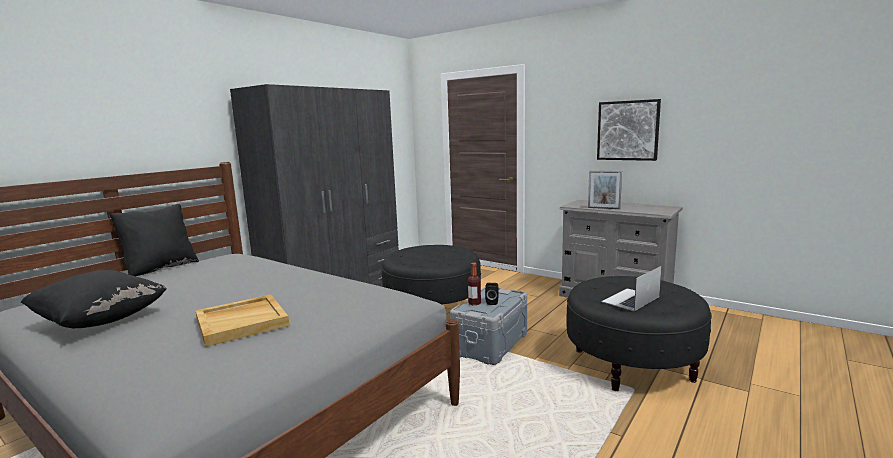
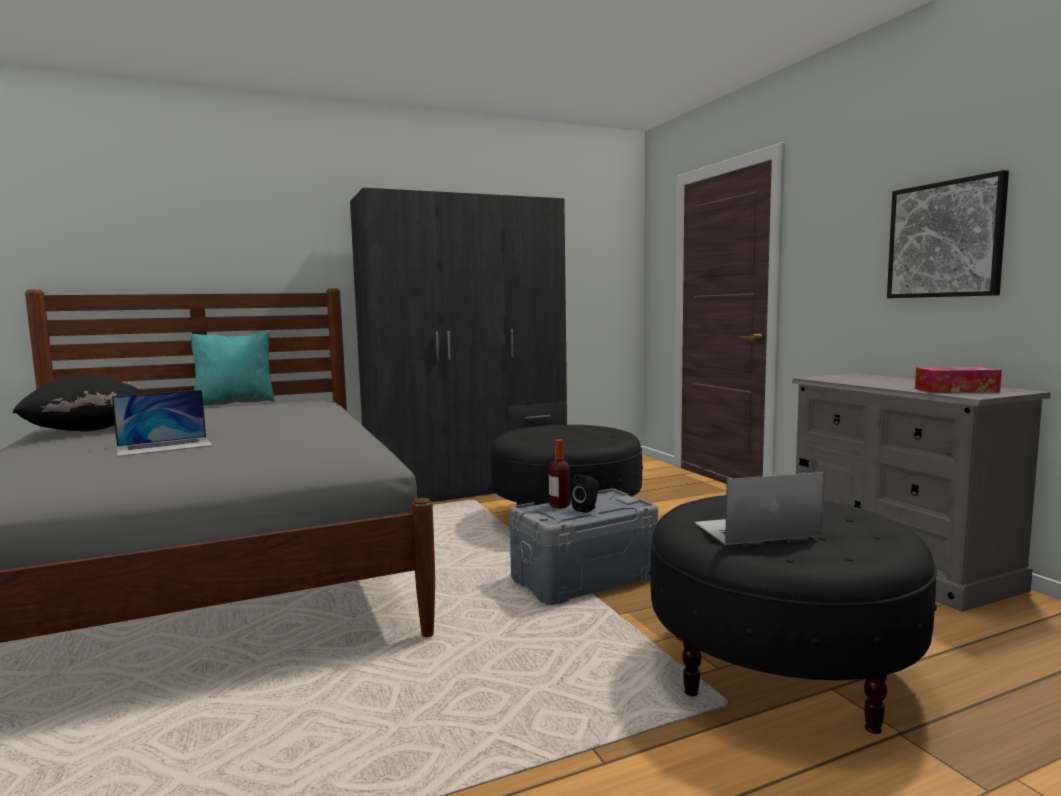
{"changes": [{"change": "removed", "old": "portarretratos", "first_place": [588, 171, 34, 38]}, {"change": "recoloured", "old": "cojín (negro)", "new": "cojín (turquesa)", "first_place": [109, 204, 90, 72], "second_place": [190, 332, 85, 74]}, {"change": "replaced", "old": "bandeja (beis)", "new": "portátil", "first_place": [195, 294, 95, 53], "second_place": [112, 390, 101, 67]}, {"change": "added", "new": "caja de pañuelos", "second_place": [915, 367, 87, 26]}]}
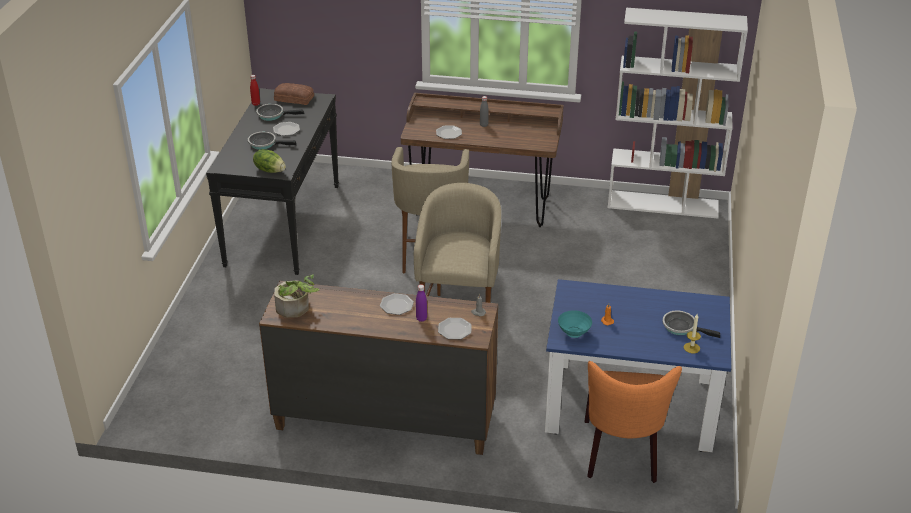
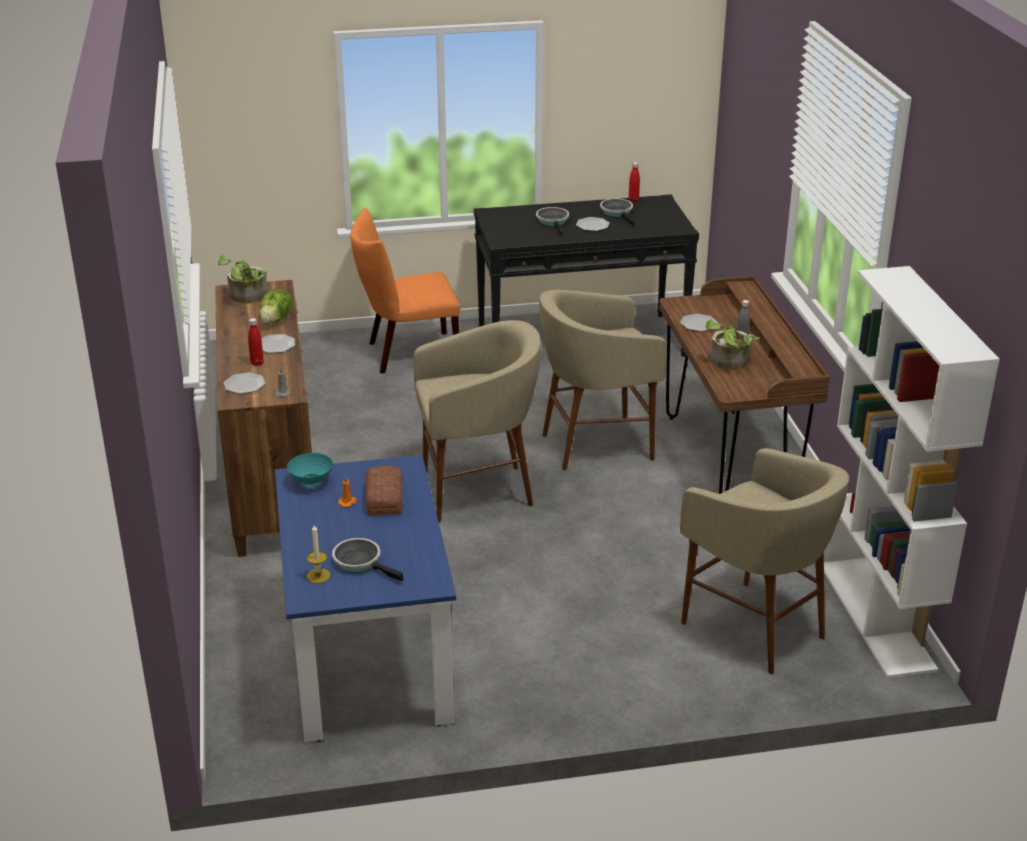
{"changes": [{"change": "moved", "old": "pan", "first_place": [274, 83, 40, 22], "second_place": [365, 466, 38, 49]}, {"change": "moved", "old": "lechuga", "first_place": [253, 149, 33, 24], "second_place": [259, 289, 33, 35]}, {"change": "recoloured", "old": "botella (morado)", "new": "botella (rojo)", "first_place": [416, 284, 11, 38], "second_place": [248, 318, 16, 48]}, {"change": "turned", "old": "sartén", "first_place": [662, 310, 58, 28], "second_place": [332, 538, 71, 44], "degrees": -60}, {"change": "moved", "old": "silla (naranja)", "first_place": [585, 361, 97, 122], "second_place": [350, 208, 110, 166]}, {"change": "added", "new": "planta en maceta", "second_place": [706, 319, 53, 51]}, {"change": "added", "new": "taburete (beis)", "second_place": [680, 448, 169, 226]}]}
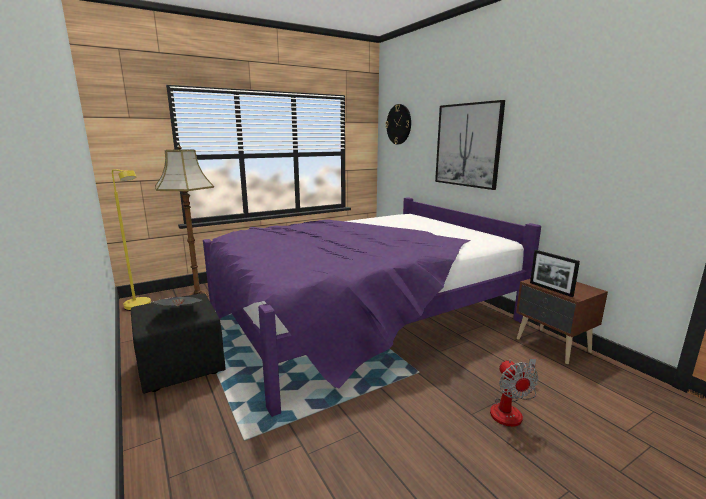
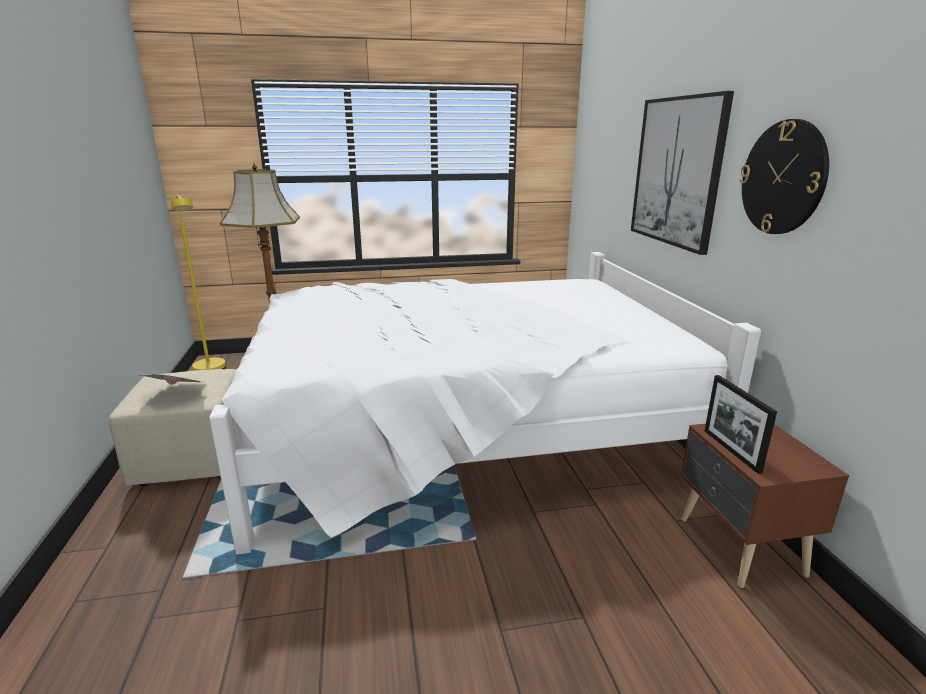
{"changes": [{"change": "moved", "old": "reloj de pared", "first_place": [386, 104, 25, 40], "second_place": [740, 119, 89, 115]}, {"change": "recoloured", "old": "cama (morado)", "new": "cama (blanco)", "first_place": [203, 197, 338, 220], "second_place": [209, 252, 552, 303]}, {"change": "recoloured", "old": "puf (negro)", "new": "puf (beis)", "first_place": [131, 293, 95, 101], "second_place": [109, 369, 127, 117]}, {"change": "removed", "old": "ventilador", "first_place": [490, 359, 48, 68]}]}
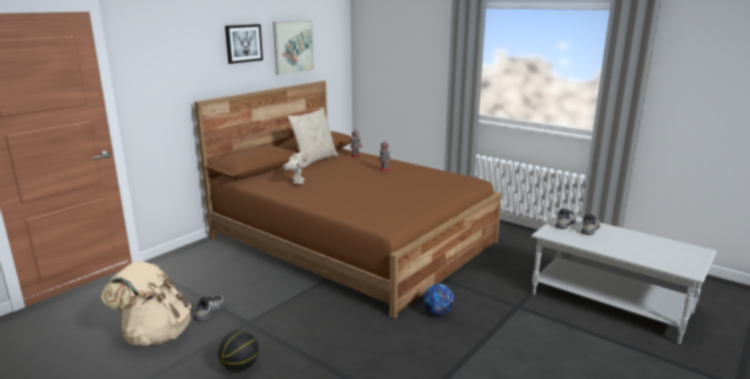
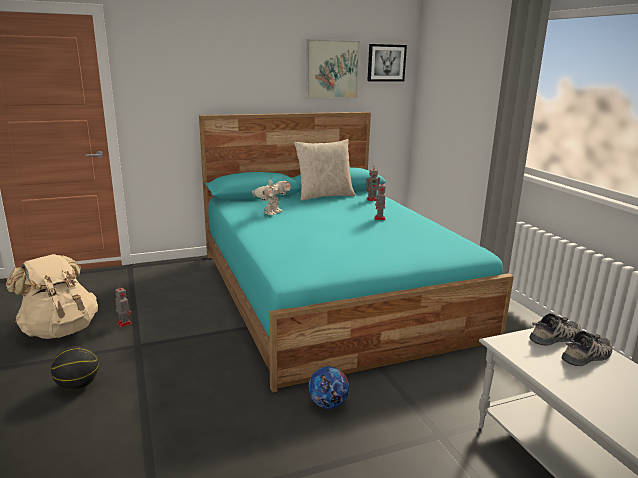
{"changes": [{"change": "moved", "old": "cuadro", "first_place": [225, 24, 38, 40], "second_place": [367, 44, 40, 38]}, {"change": "recoloured", "old": "cama (marrón)", "new": "cama (turquesa)", "first_place": [194, 81, 308, 238], "second_place": [199, 112, 315, 281]}, {"change": "replaced", "old": "zapato", "new": "robot de juguete", "first_place": [193, 295, 31, 26], "second_place": [115, 285, 17, 42]}]}
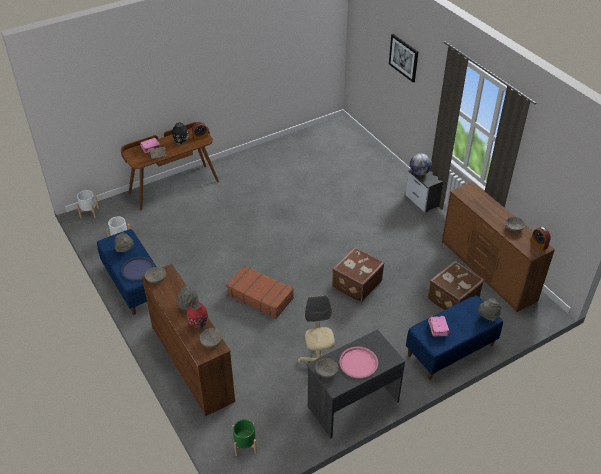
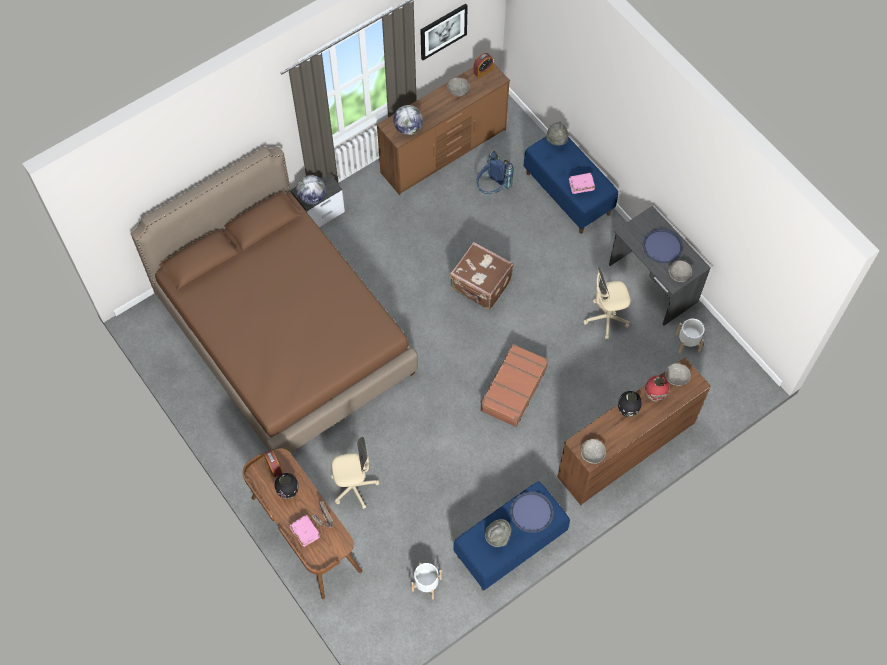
{"changes": [{"change": "moved", "old": "cuadro", "first_place": [389, 34, 29, 48], "second_place": [420, 4, 48, 56]}, {"change": "moved", "old": "maceta (blanco)", "first_place": [77, 190, 22, 28], "second_place": [676, 319, 29, 34]}, {"change": "replaced", "old": "maleta (marrón)", "new": "mochila (azul)", "first_place": [428, 261, 56, 50], "second_place": [476, 151, 38, 43]}, {"change": "replaced", "old": "sombrero (gris)", "new": "florero (negro)", "first_place": [176, 286, 23, 26], "second_place": [618, 391, 24, 26]}, {"change": "recoloured", "old": "bandeja (rosa)", "new": "bandeja (azul)", "first_place": [339, 347, 39, 31], "second_place": [643, 228, 40, 35]}, {"change": "removed", "old": "maceta (verde)", "first_place": [232, 419, 25, 37]}, {"change": "added", "new": "globo terráqueo", "second_place": [393, 105, 30, 30]}, {"change": "added", "new": "cama (marrón)", "second_place": [131, 147, 287, 306]}, {"change": "added", "new": "silla de oficina (beis)", "second_place": [331, 437, 48, 72]}]}
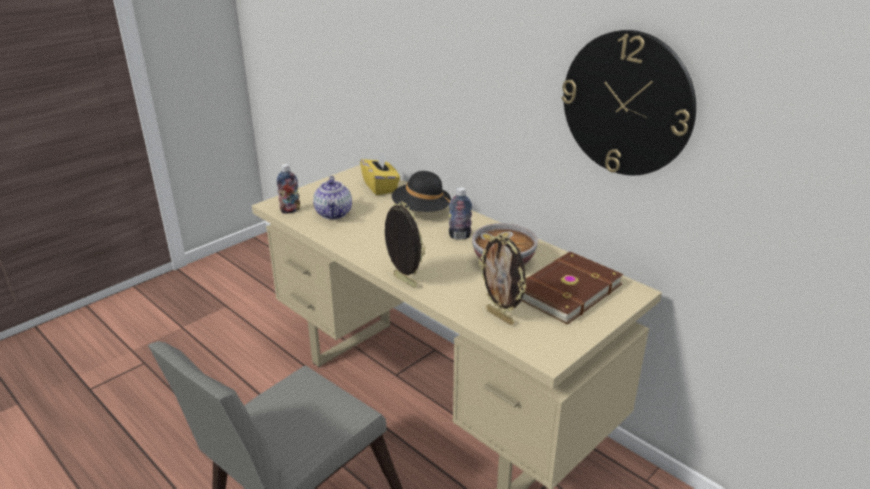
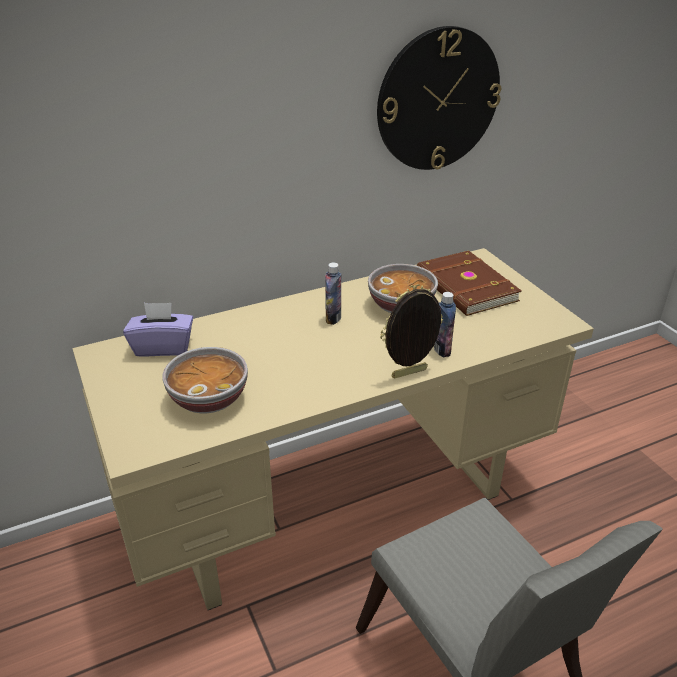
{"changes": [{"change": "recoloured", "old": "caja de pañuelos (amarillo)", "new": "caja de pañuelos (morado)", "first_place": [360, 151, 40, 44], "second_place": [123, 303, 70, 54]}, {"change": "moved", "old": "botella", "first_place": [277, 164, 23, 50], "second_place": [434, 292, 22, 65]}, {"change": "removed", "old": "sombrero (negro)", "first_place": [392, 171, 59, 41]}, {"change": "replaced", "old": "tetera", "new": "cuenco", "first_place": [313, 176, 39, 43], "second_place": [163, 347, 85, 66]}, {"change": "removed", "old": "portarretratos", "first_place": [478, 234, 49, 91]}]}
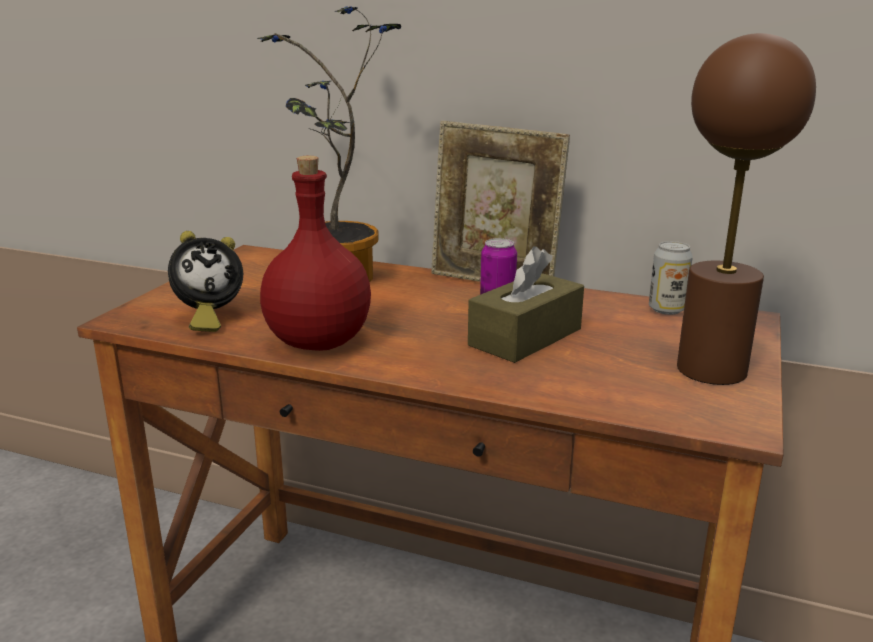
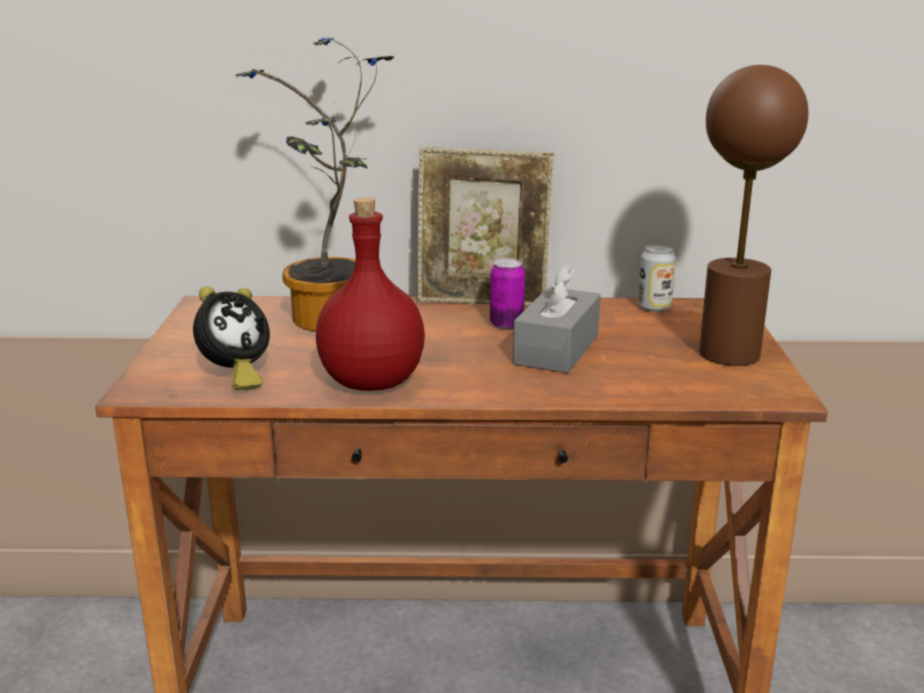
{"changes": [{"change": "recoloured", "old": "caja de pañuelos (marrón)", "new": "caja de pañuelos (gris)", "first_place": [468, 246, 116, 117], "second_place": [513, 263, 88, 110]}]}
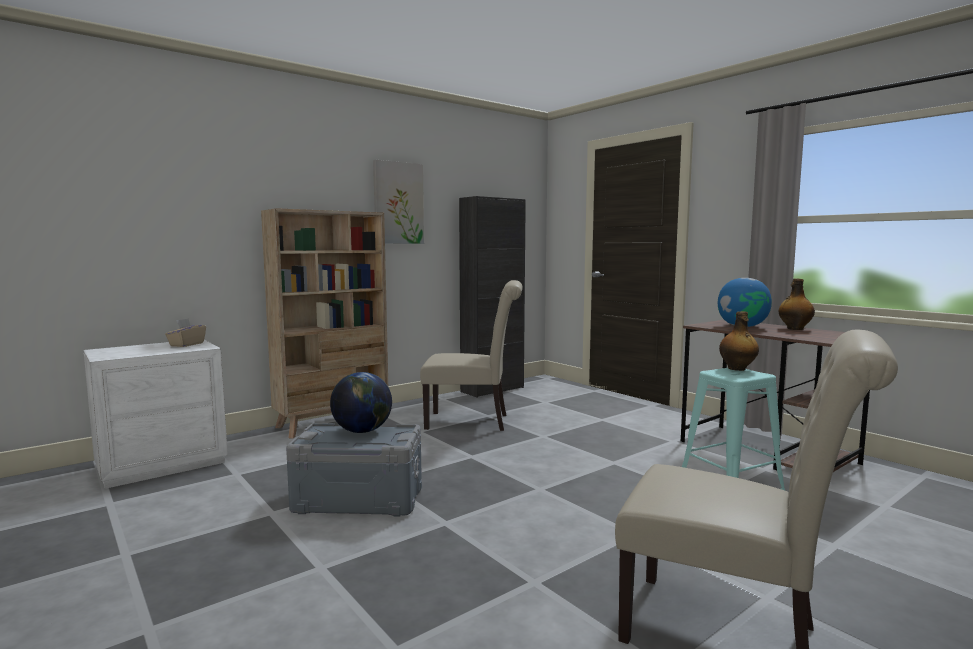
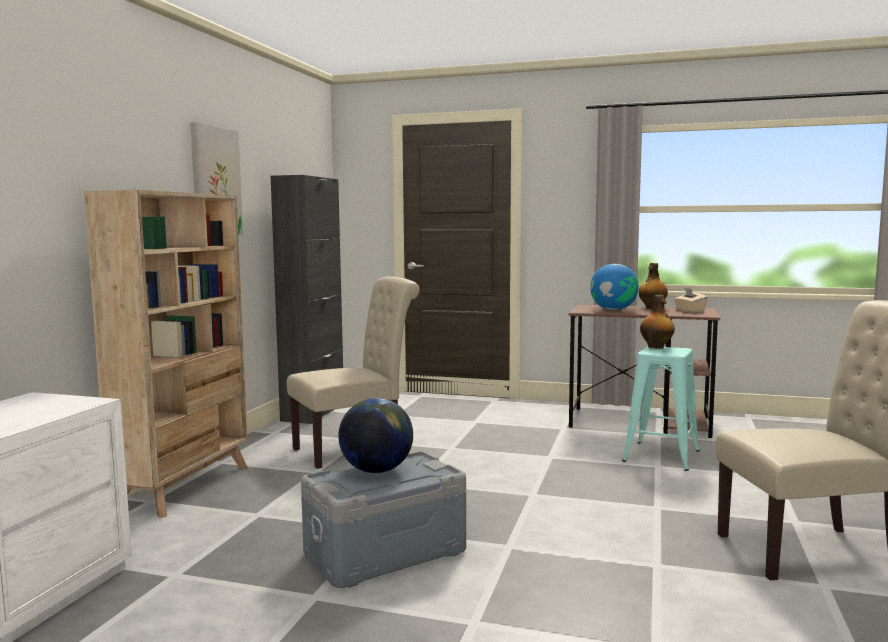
{"changes": [{"change": "moved", "old": "caja de pañuelos (beis)", "first_place": [165, 318, 41, 29], "second_place": [674, 288, 33, 25]}]}
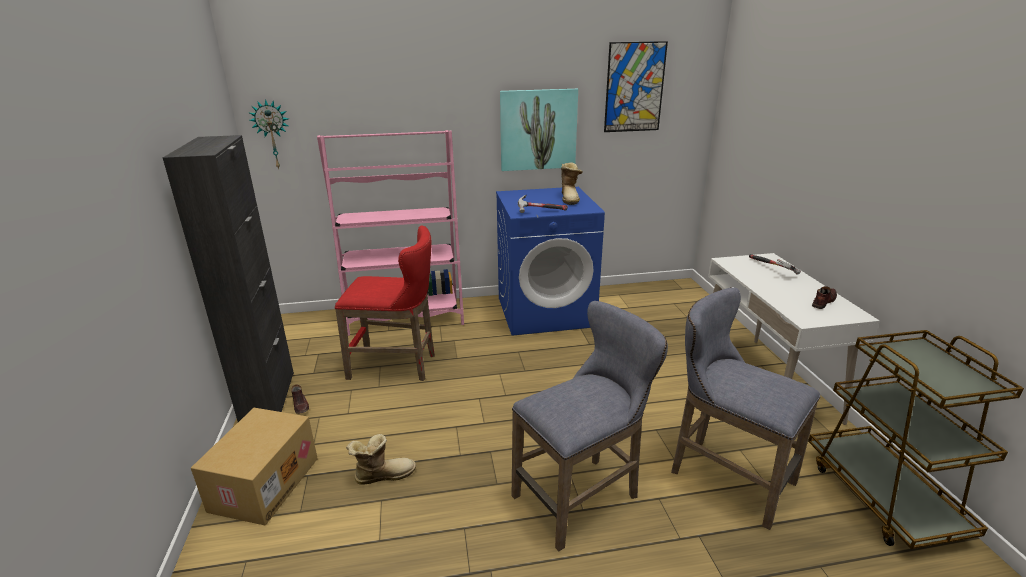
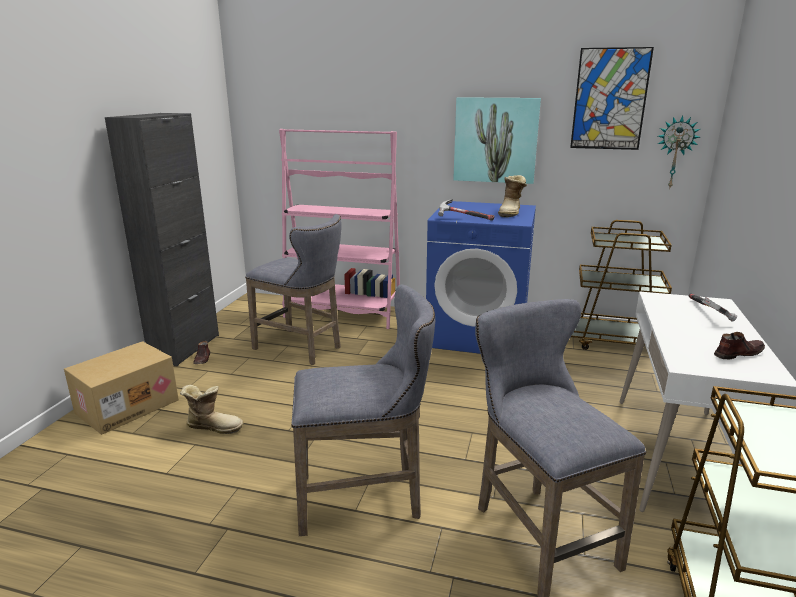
{"changes": [{"change": "moved", "old": "reloj de pared", "first_place": [248, 99, 41, 70], "second_place": [658, 115, 42, 72]}, {"change": "recoloured", "old": "taburete (rojo)", "new": "taburete (gris)", "first_place": [335, 225, 100, 156], "second_place": [245, 214, 97, 151]}, {"change": "added", "new": "carrito (marrón)", "second_place": [571, 220, 101, 130]}]}
